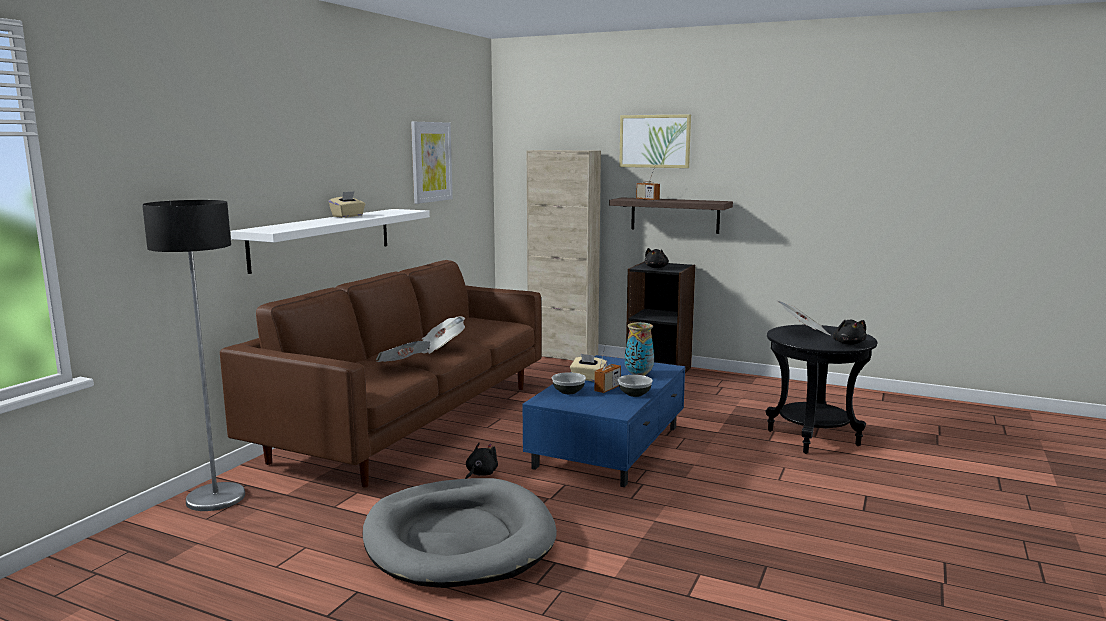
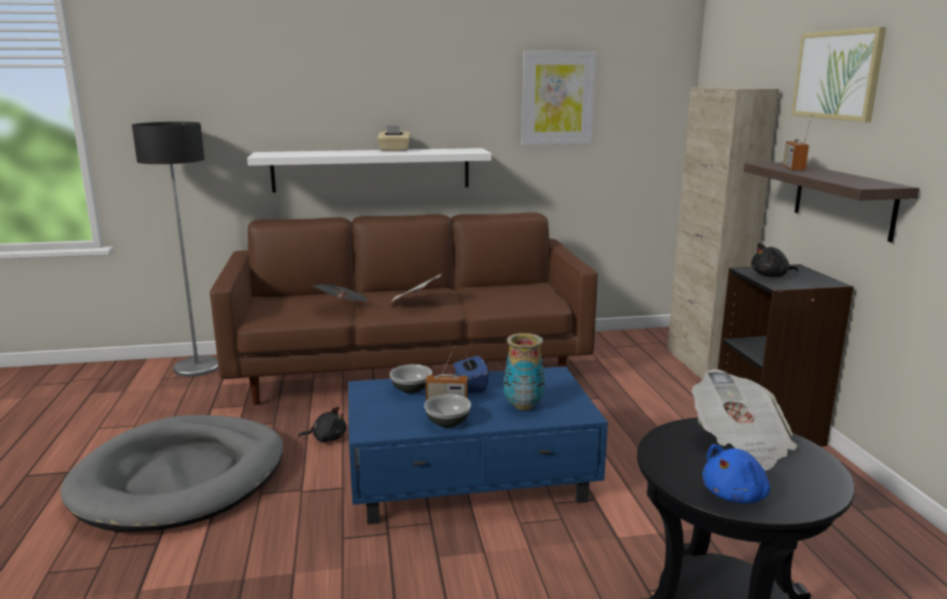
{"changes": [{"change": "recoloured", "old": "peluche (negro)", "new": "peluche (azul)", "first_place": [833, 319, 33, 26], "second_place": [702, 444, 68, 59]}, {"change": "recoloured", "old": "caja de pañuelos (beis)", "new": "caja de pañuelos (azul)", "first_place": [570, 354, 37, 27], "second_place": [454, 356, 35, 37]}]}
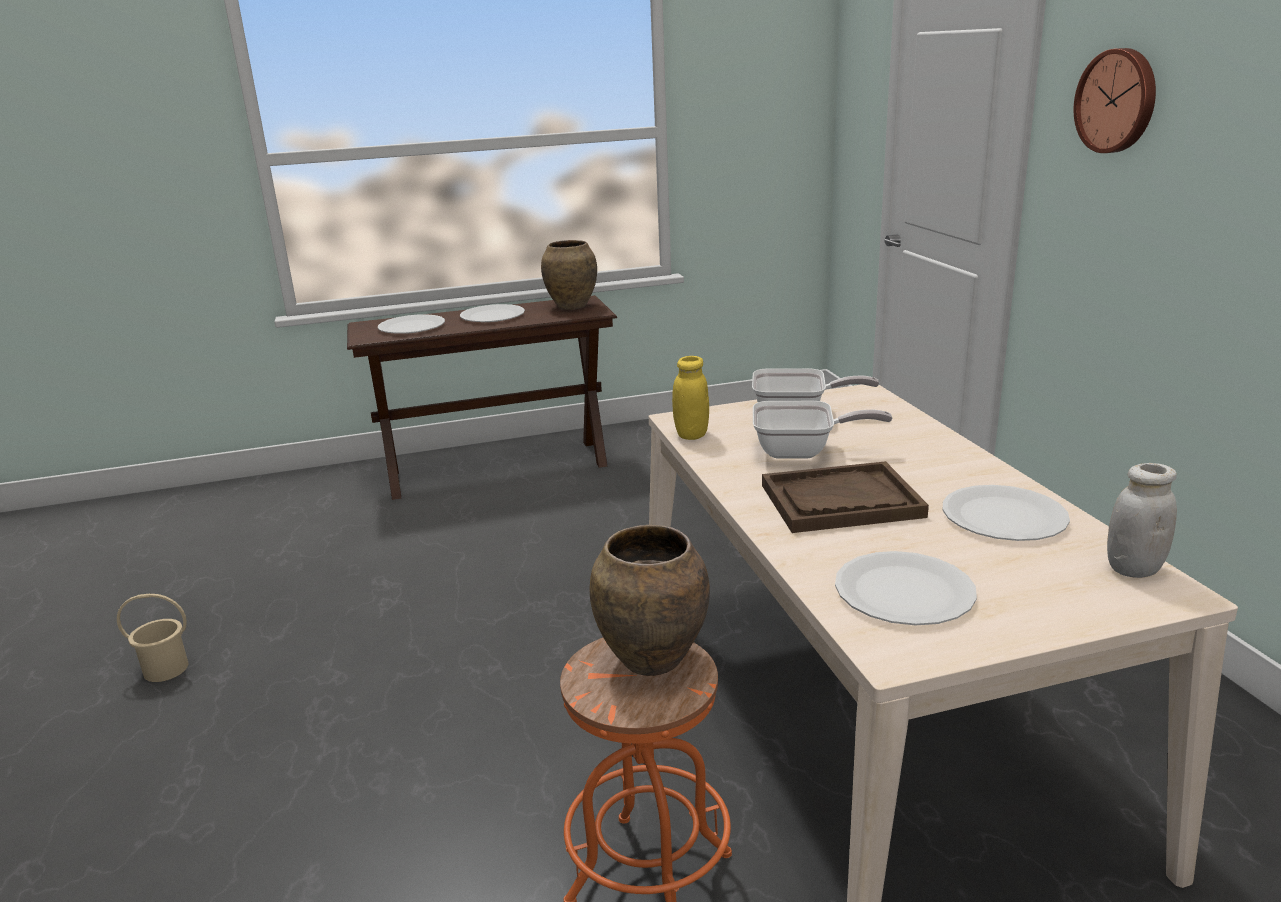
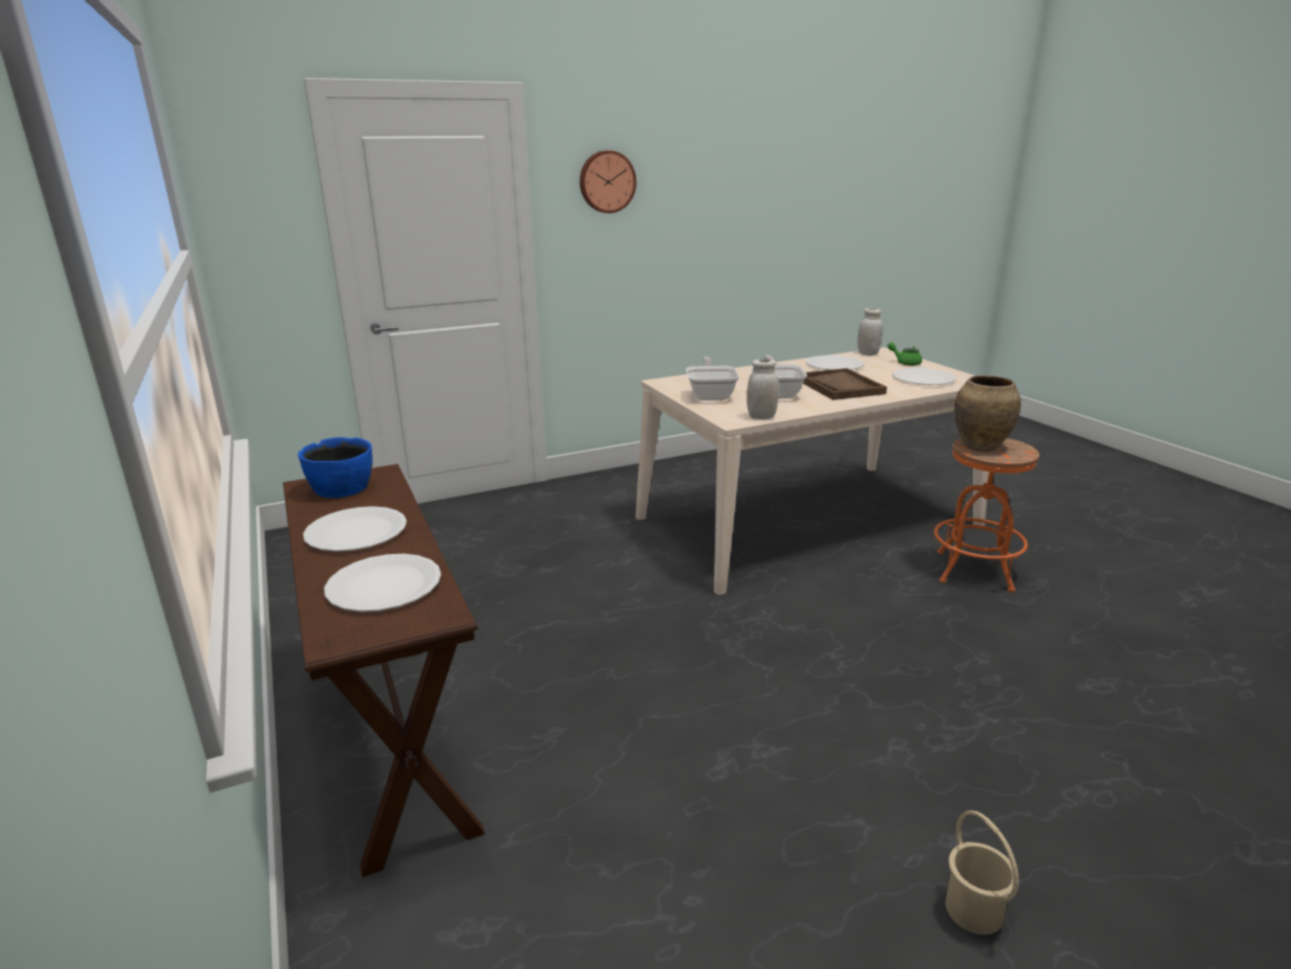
{"changes": [{"change": "replaced", "old": "florero (marrón)", "new": "cuenco (azul)", "first_place": [541, 240, 56, 70], "second_place": [298, 437, 75, 61]}, {"change": "recoloured", "old": "tarro (amarillo)", "new": "tarro (blanco)", "first_place": [672, 356, 37, 84], "second_place": [747, 359, 32, 60]}, {"change": "added", "new": "tetera (verde)", "second_place": [887, 342, 35, 24]}]}
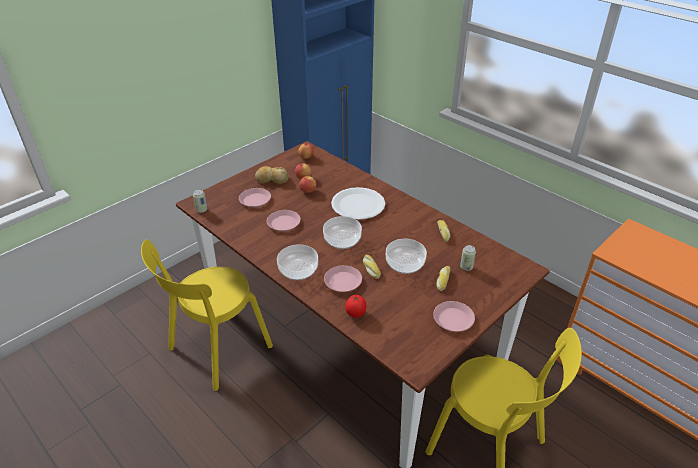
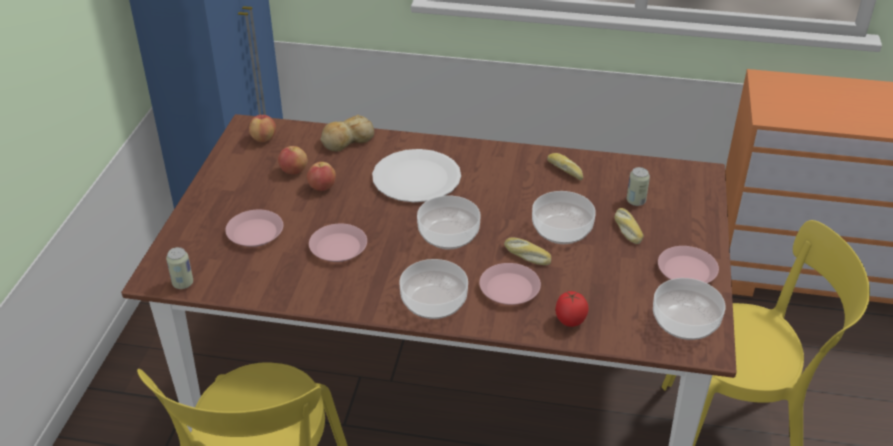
{"changes": [{"change": "moved", "old": "pan", "first_place": [255, 166, 33, 18], "second_place": [320, 115, 54, 37]}, {"change": "added", "new": "cuenco", "second_place": [653, 278, 72, 62]}]}
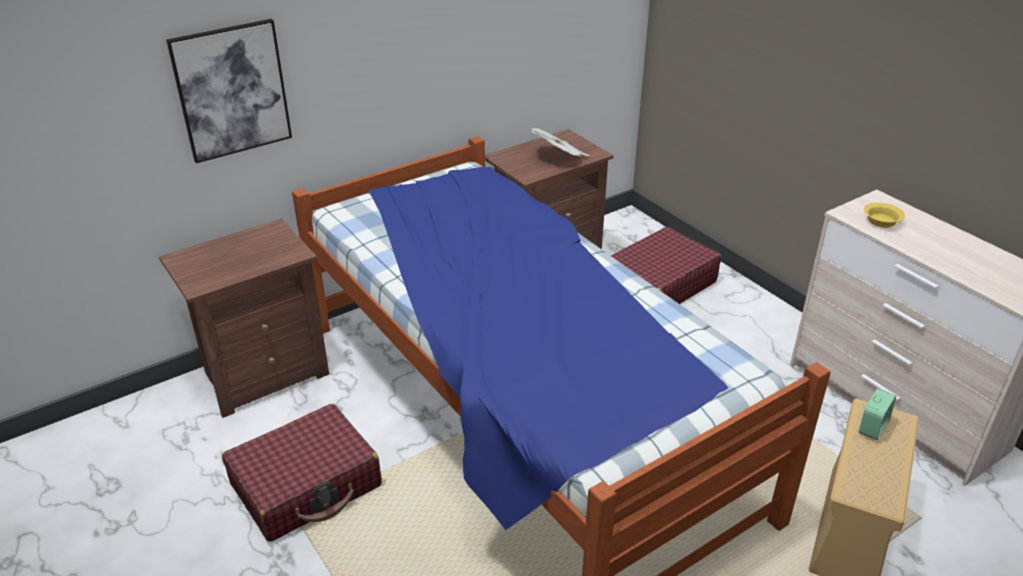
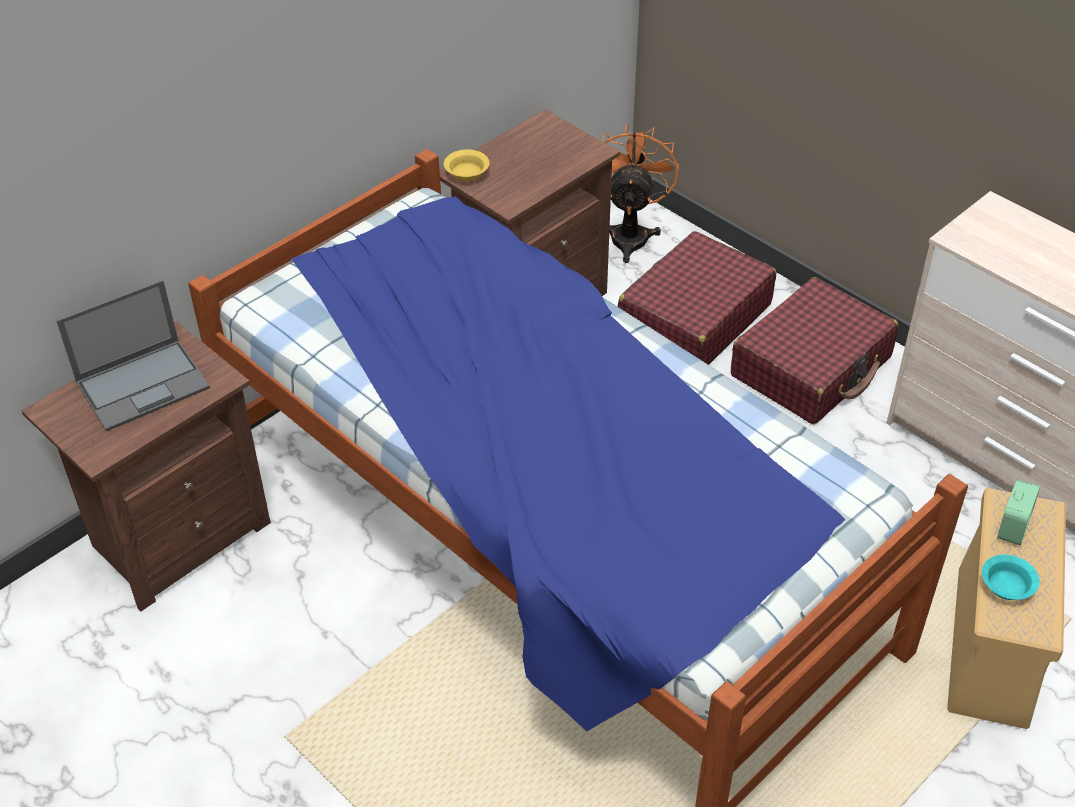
{"changes": [{"change": "removed", "old": "cuadro", "first_place": [166, 19, 126, 144]}, {"change": "removed", "old": "periódico", "first_place": [531, 128, 59, 29]}, {"change": "moved", "old": "cuenco (amarillo)", "first_place": [864, 203, 41, 25], "second_place": [444, 149, 45, 33]}, {"change": "moved", "old": "maleta (rojo)", "first_place": [222, 404, 160, 138], "second_place": [731, 277, 167, 147]}, {"change": "added", "new": "ventilador (naranja)", "second_place": [602, 123, 77, 140]}, {"change": "added", "new": "portátil", "second_place": [56, 279, 154, 152]}, {"change": "added", "new": "cuenco (turquesa)", "second_place": [982, 555, 58, 45]}]}
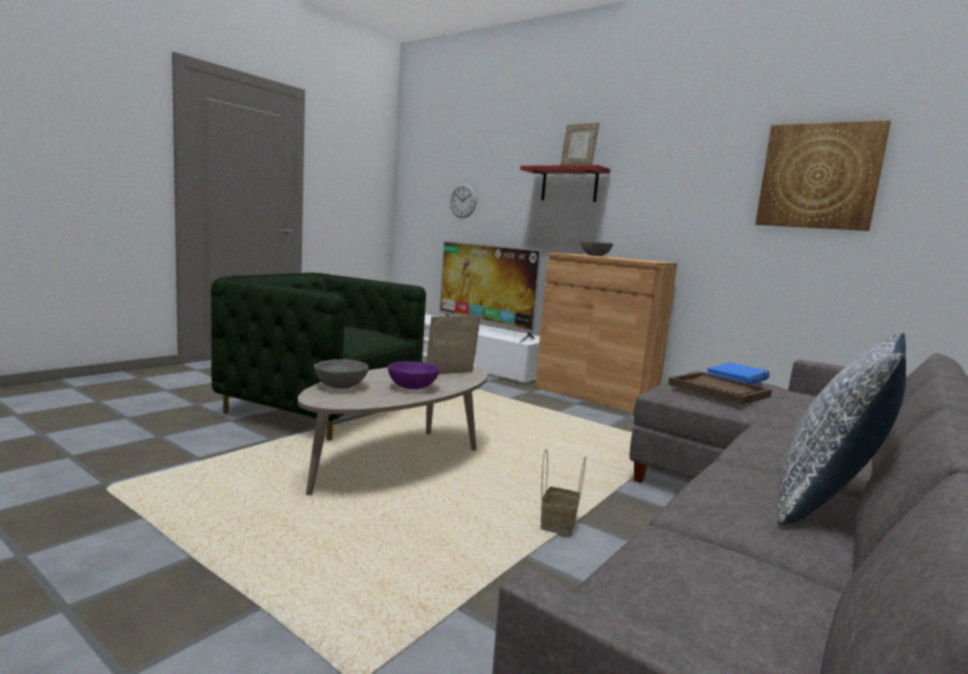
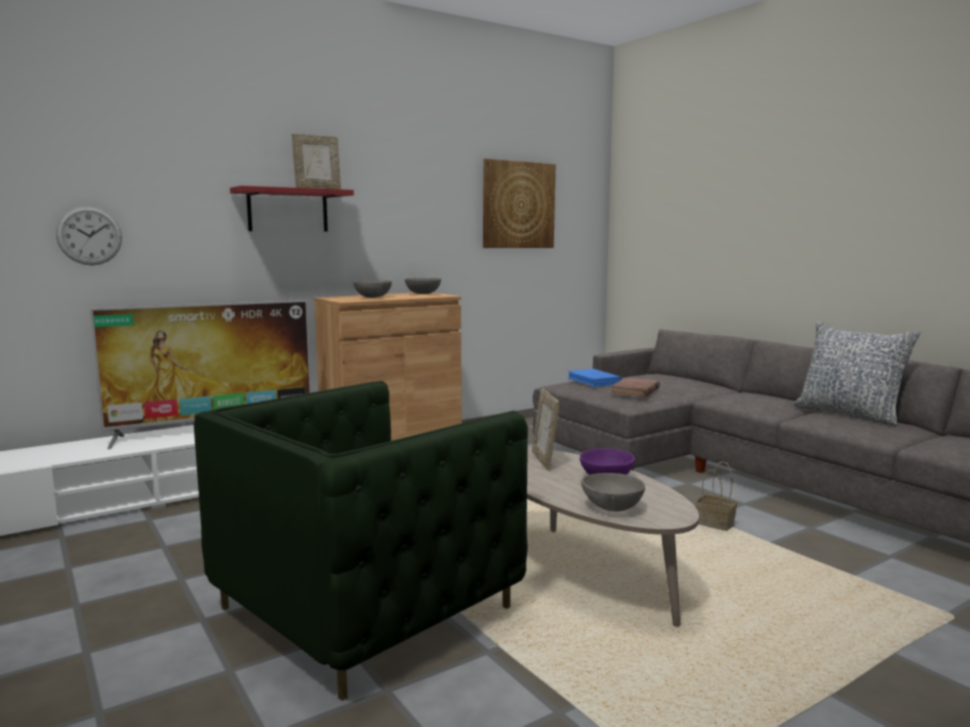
{"changes": [{"change": "replaced", "old": "bandeja (marrón)", "new": "libro (marrón)", "first_place": [668, 372, 104, 33], "second_place": [610, 377, 50, 21]}, {"change": "added", "new": "cuenco (gris)", "second_place": [405, 278, 36, 16]}]}
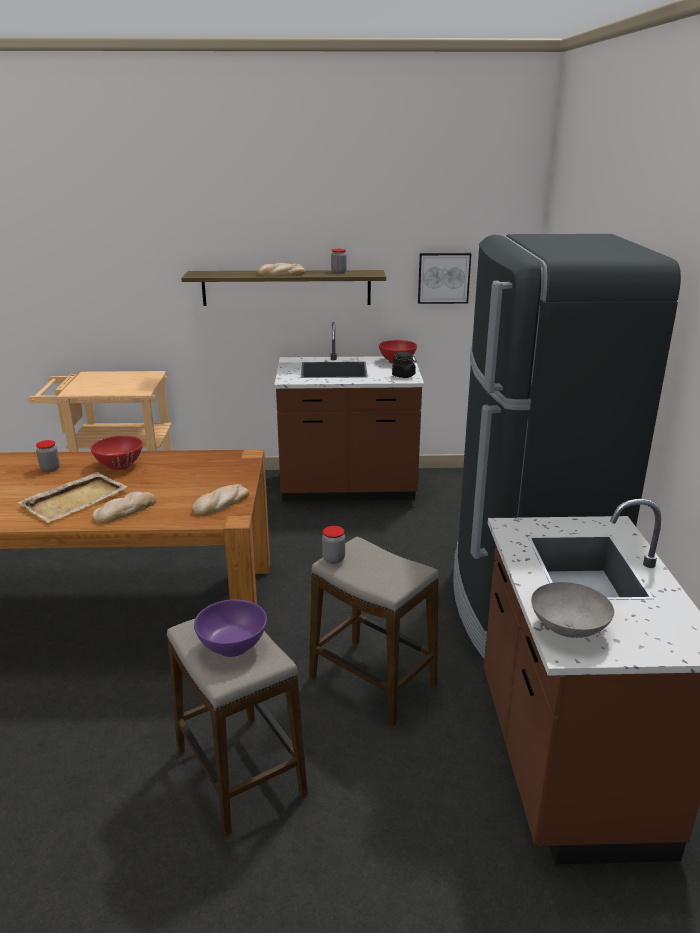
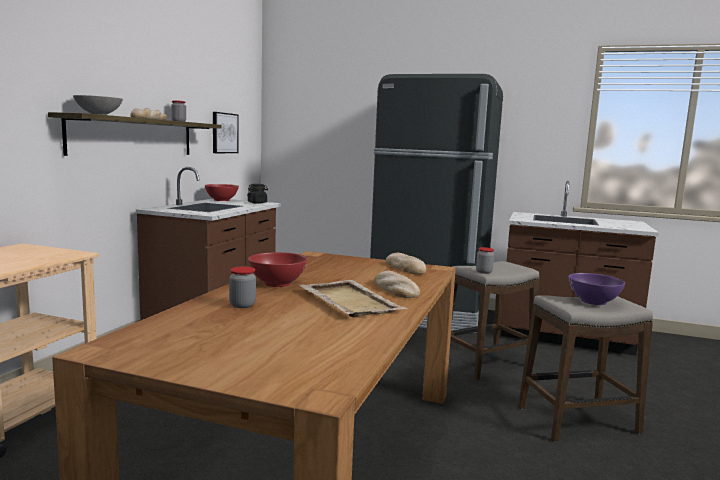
{"changes": [{"change": "moved", "old": "cuenco (gris)", "first_place": [531, 582, 83, 56], "second_place": [73, 95, 50, 20]}]}
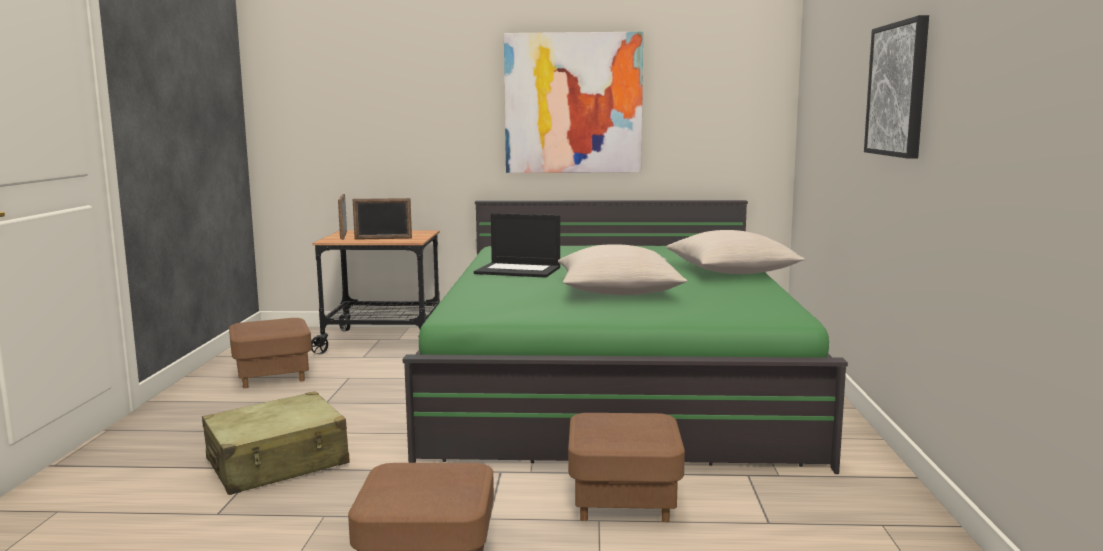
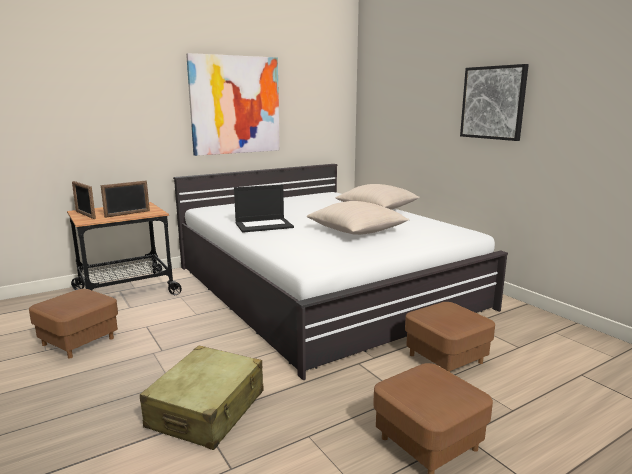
{"changes": [{"change": "recoloured", "old": "cama (verde)", "new": "cama (blanco)", "first_place": [403, 200, 445, 274], "second_place": [173, 164, 335, 216]}]}
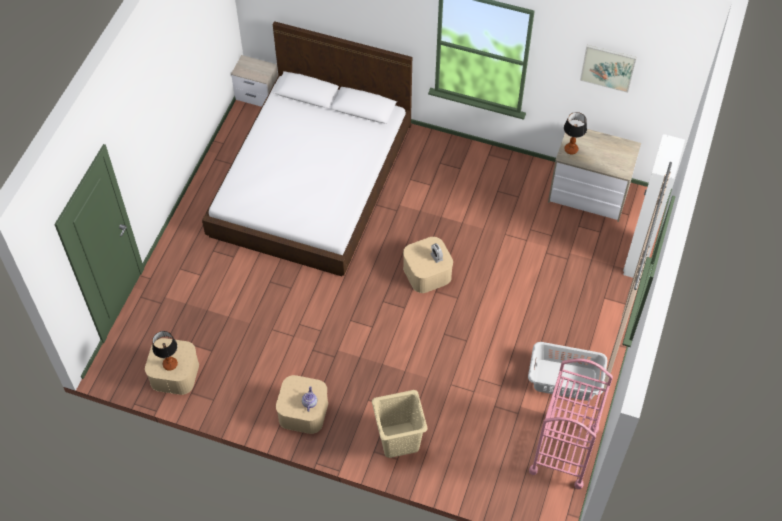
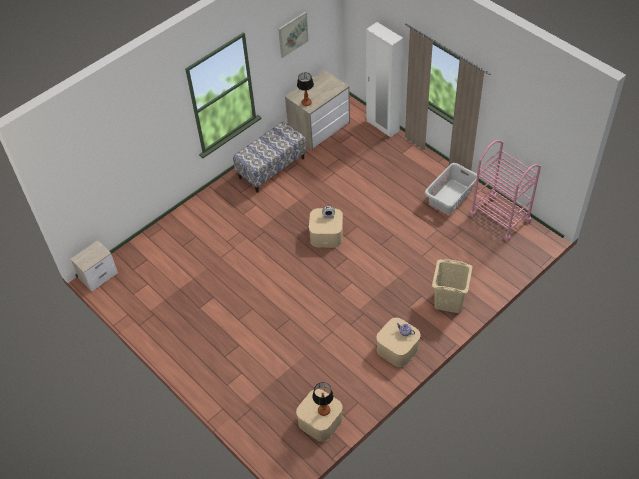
{"changes": [{"change": "removed", "old": "cama (blanco)", "first_place": [202, 21, 210, 255]}, {"change": "added", "new": "banco", "second_place": [233, 121, 73, 72]}]}
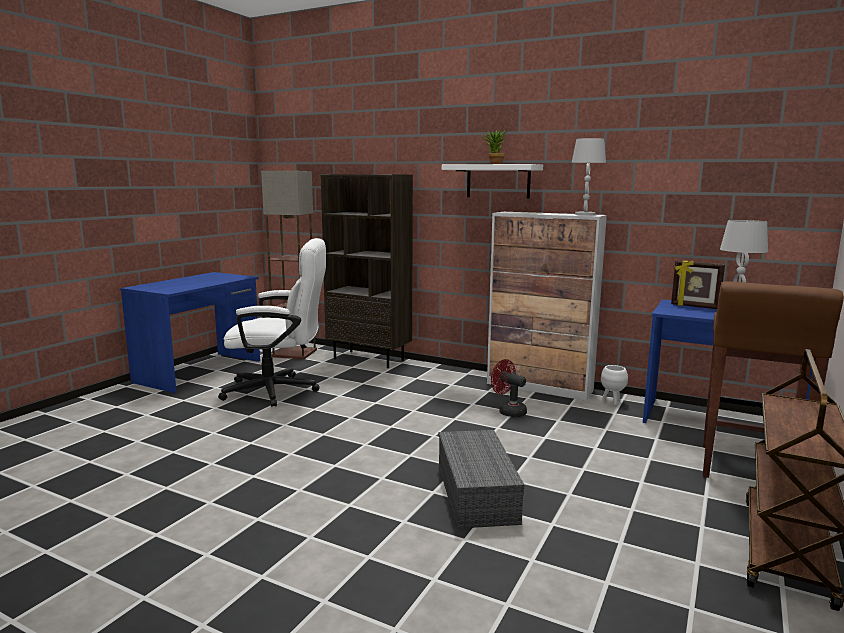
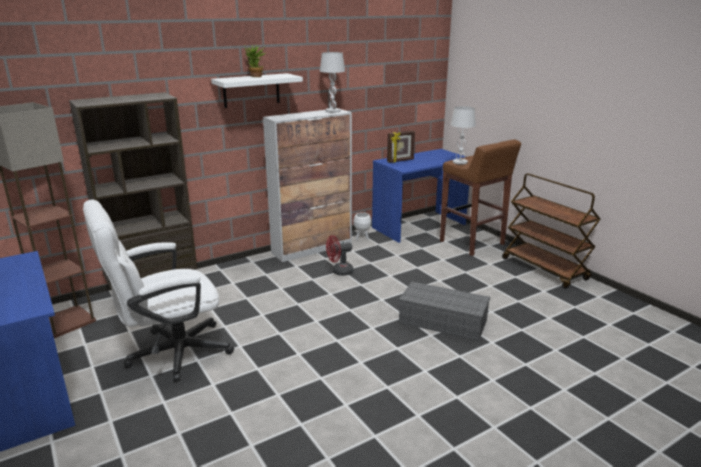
{"changes": [{"change": "turned", "old": "silla de oficina (blanco)", "first_place": [218, 238, 108, 169], "second_place": [83, 200, 151, 182], "degrees": -150}]}
